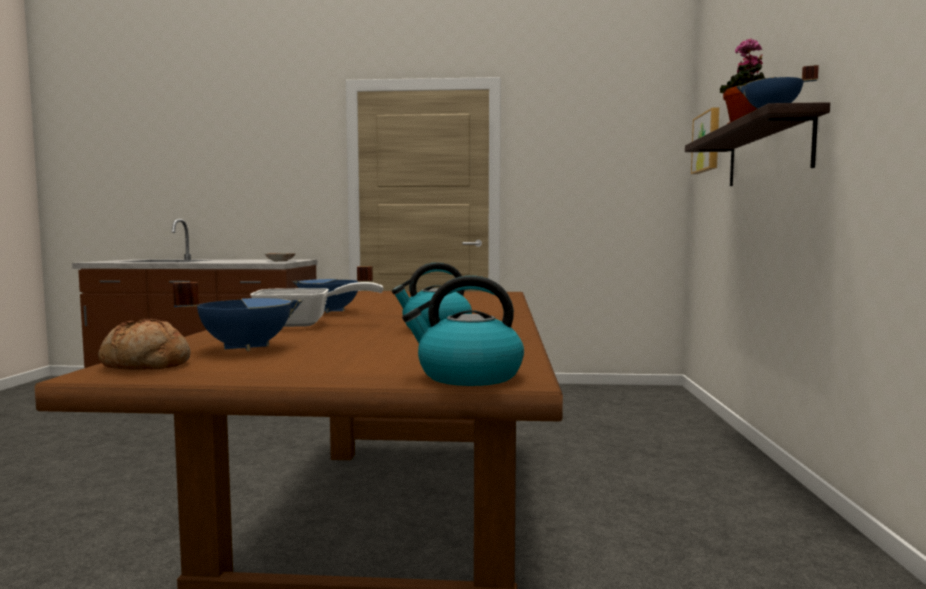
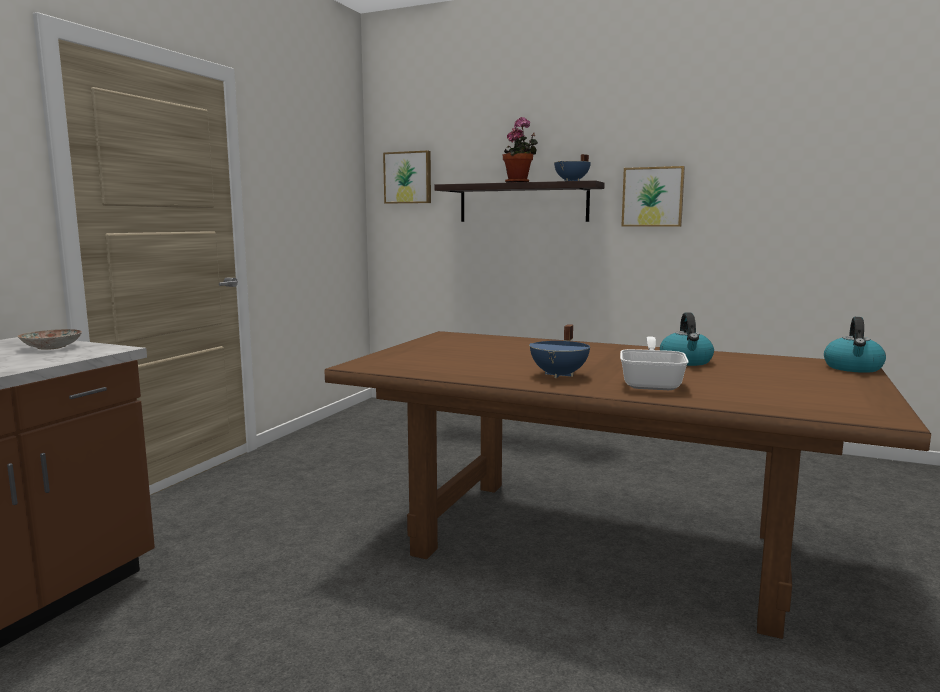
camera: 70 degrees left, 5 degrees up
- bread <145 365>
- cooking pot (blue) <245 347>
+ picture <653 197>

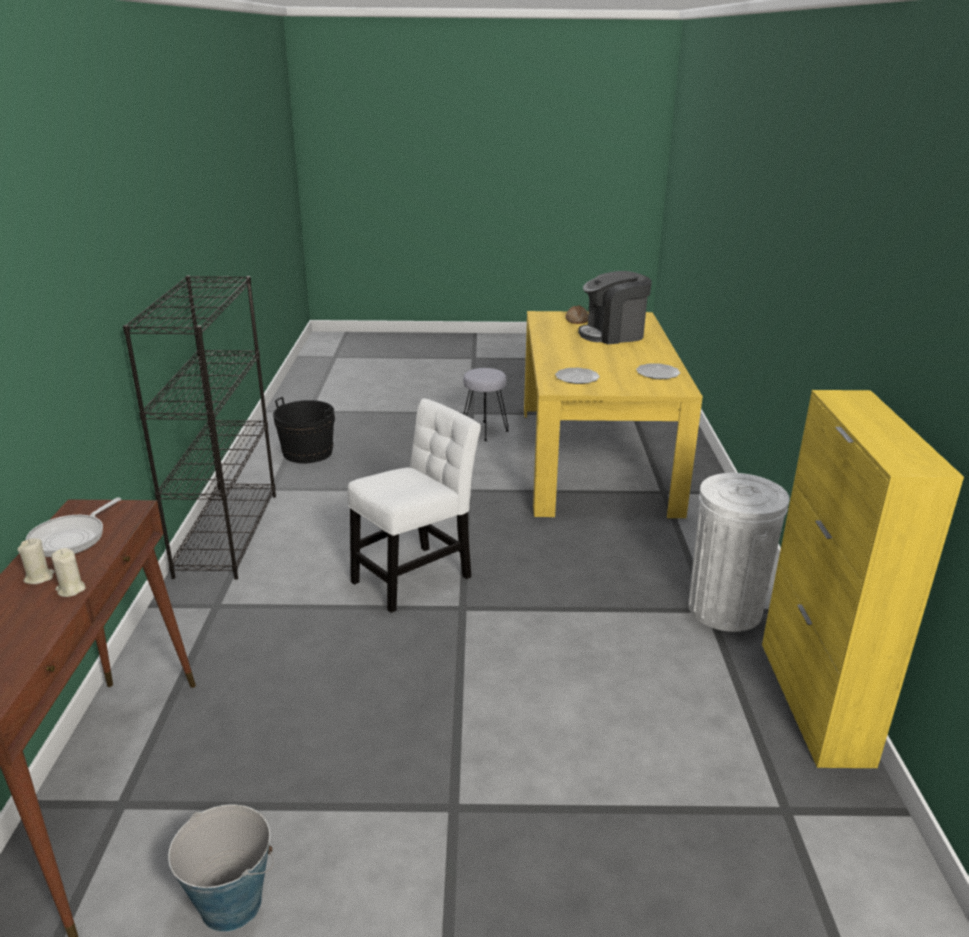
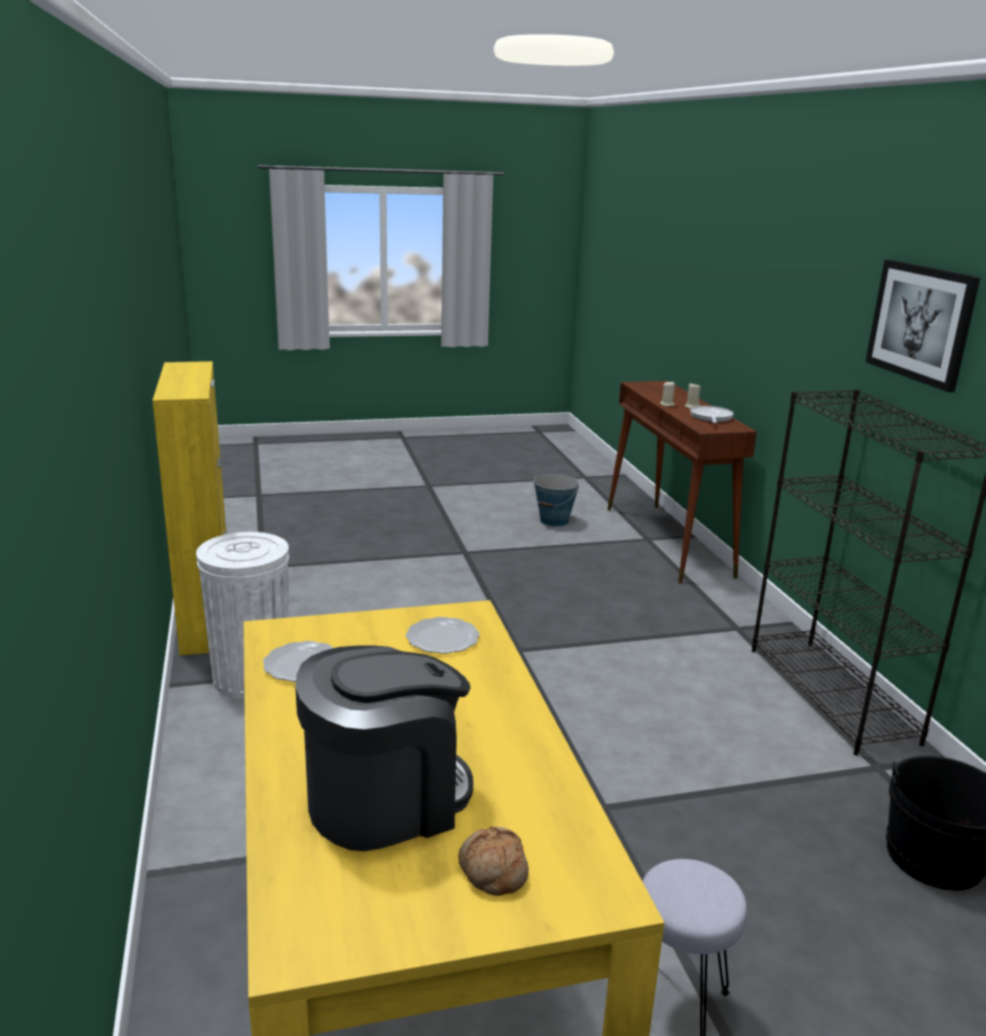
camera: 165 degrees right, 5 degrees down
- chair (white) <416 576>
+ picture <921 323>

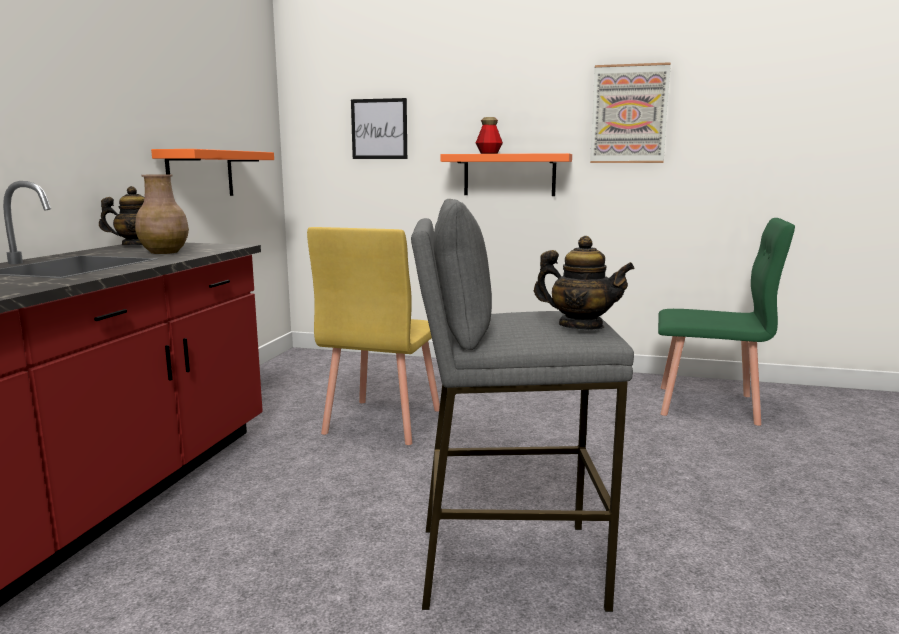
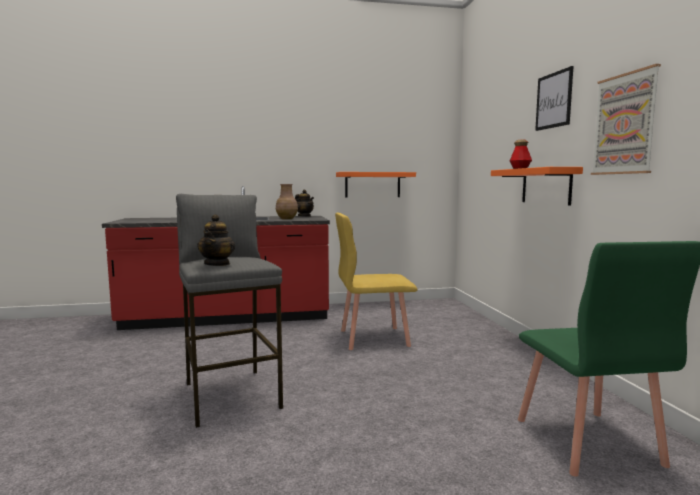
camera: 65 degrees right, 5 degrees down
~ picture <379 129> to <554 100>

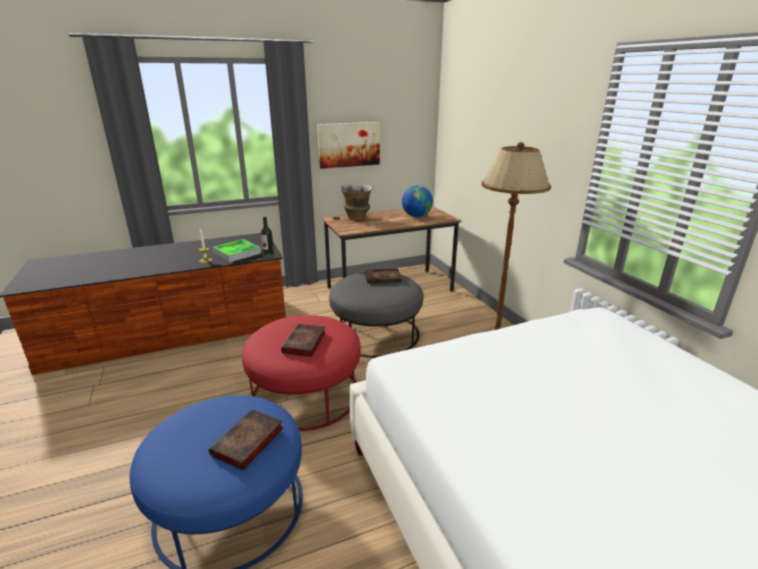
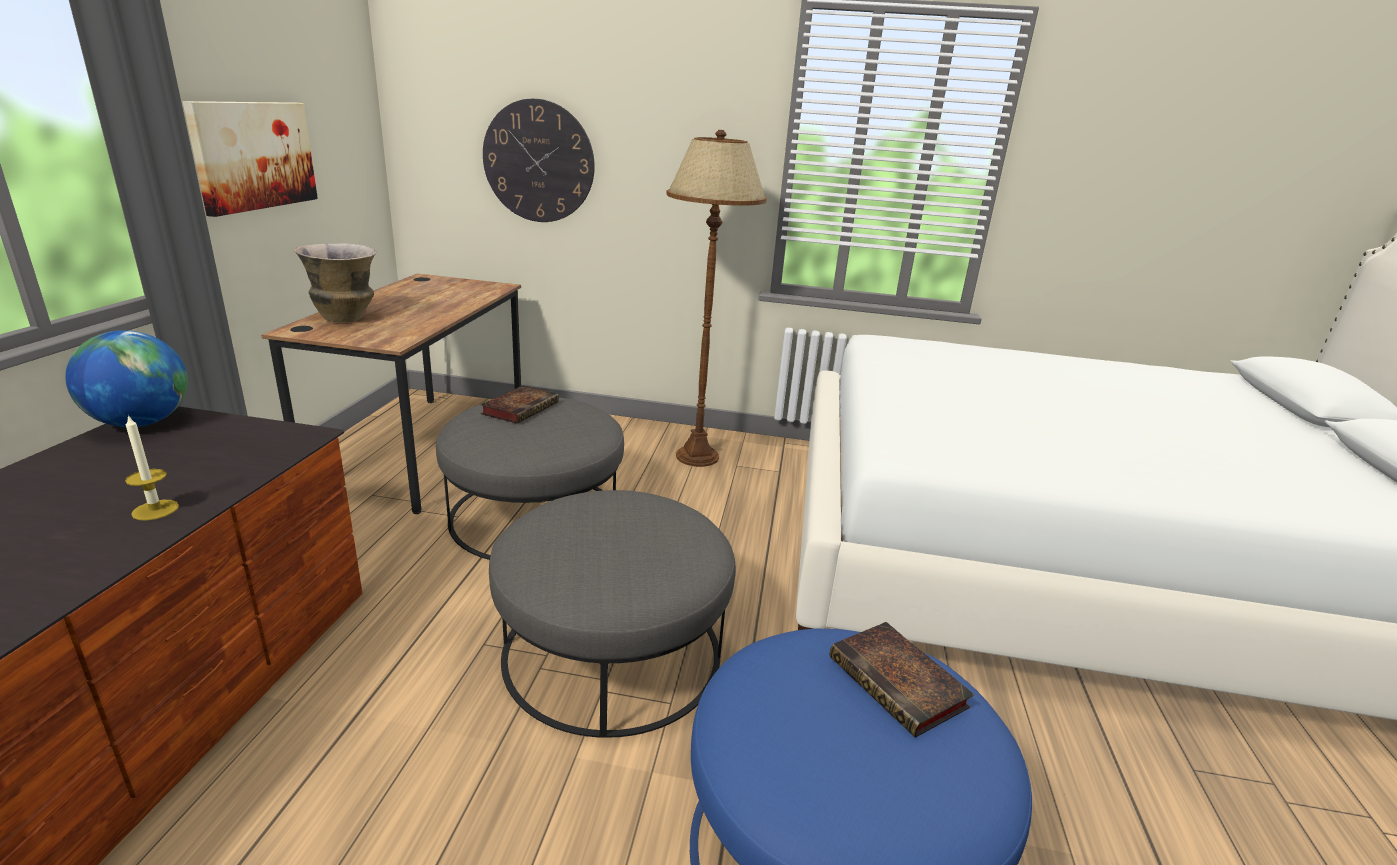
camera: 60 degrees left, 0 degrees up
- tray <237 253>
~ ottoman (red) <306 393> to ottoman (grey) <612 651>
- bottle <268 255>
- book <304 343>
~ globe <416 216> to <141 423>
+ wall clock <538 162>

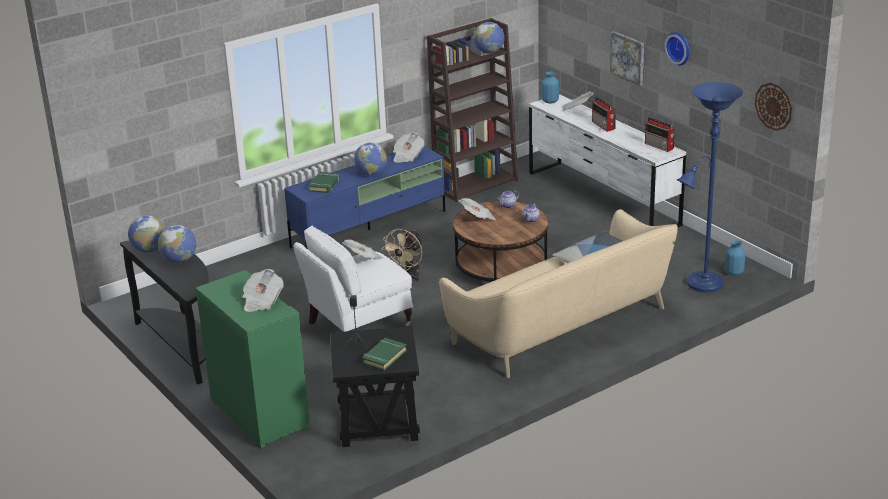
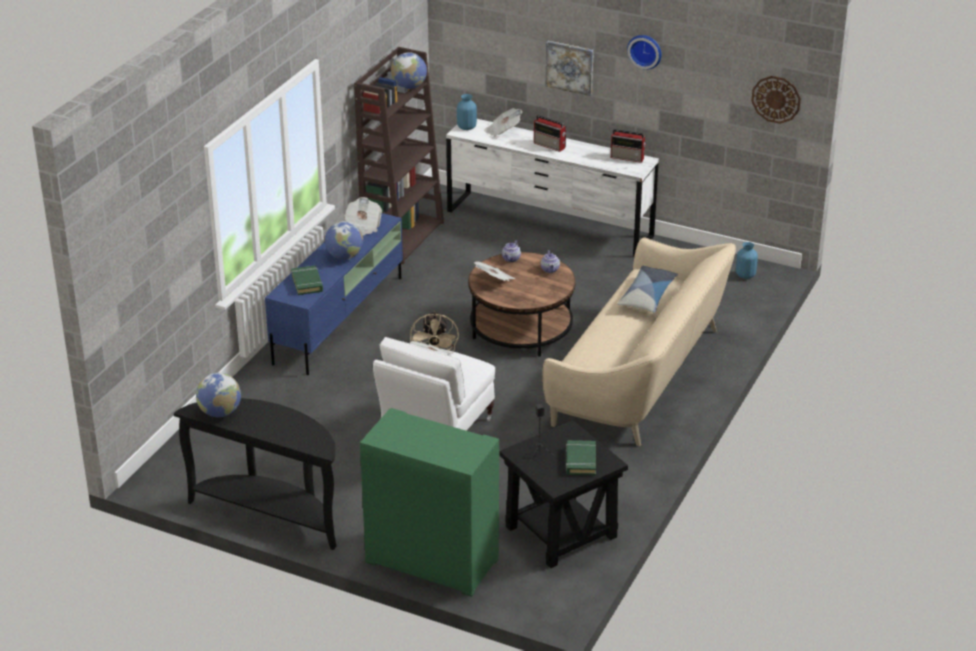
camera: 30 degrees left, 5 degrees up
- globe <179 260>
- newspaper <262 301>
- floor lamp (blue) <701 285>

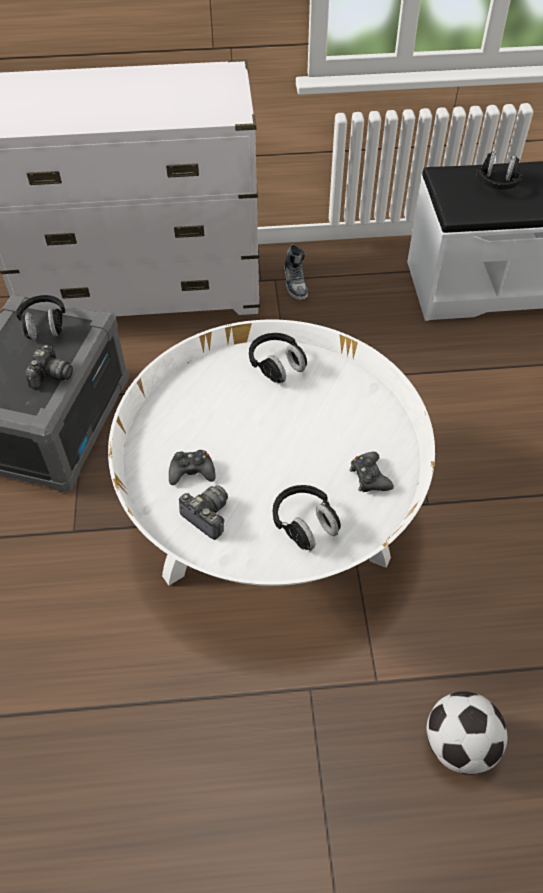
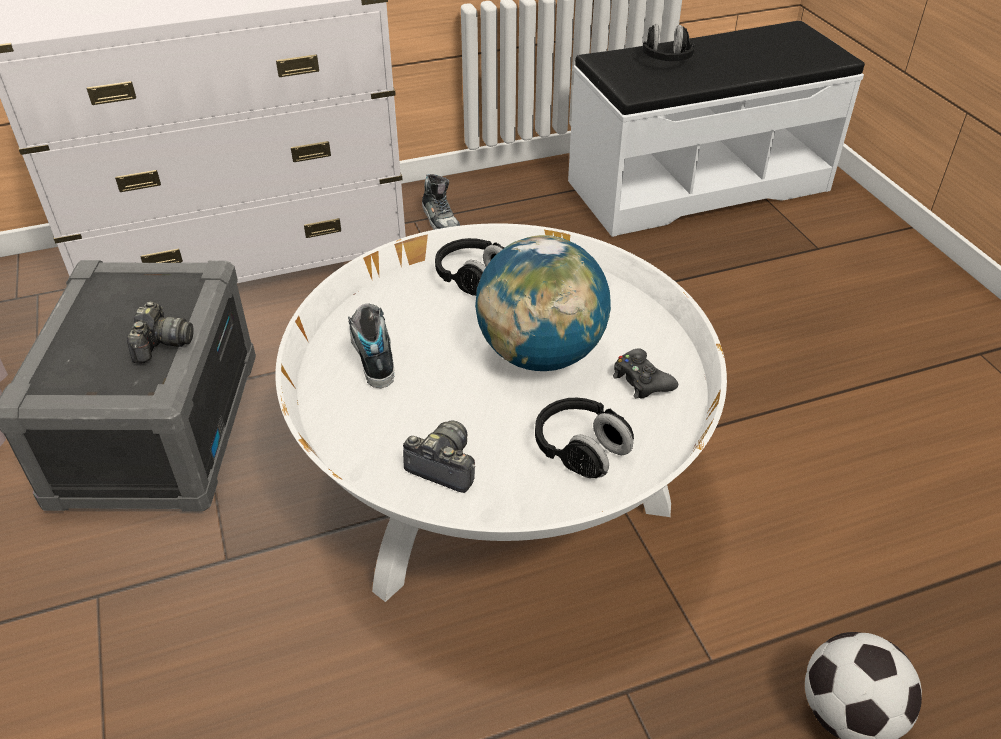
camera: 15 degrees left, 10 degrees down
- headphones (black) <44 326>
- game controller (black) <192 471>
+ shoe <372 353>
+ globe <540 355>

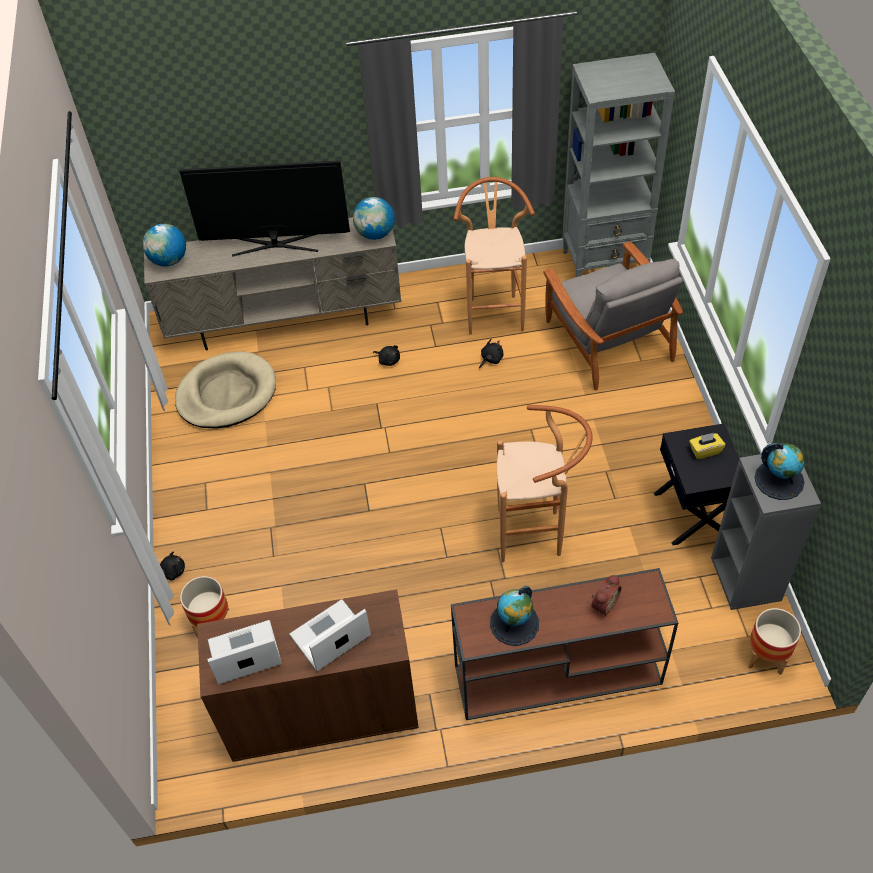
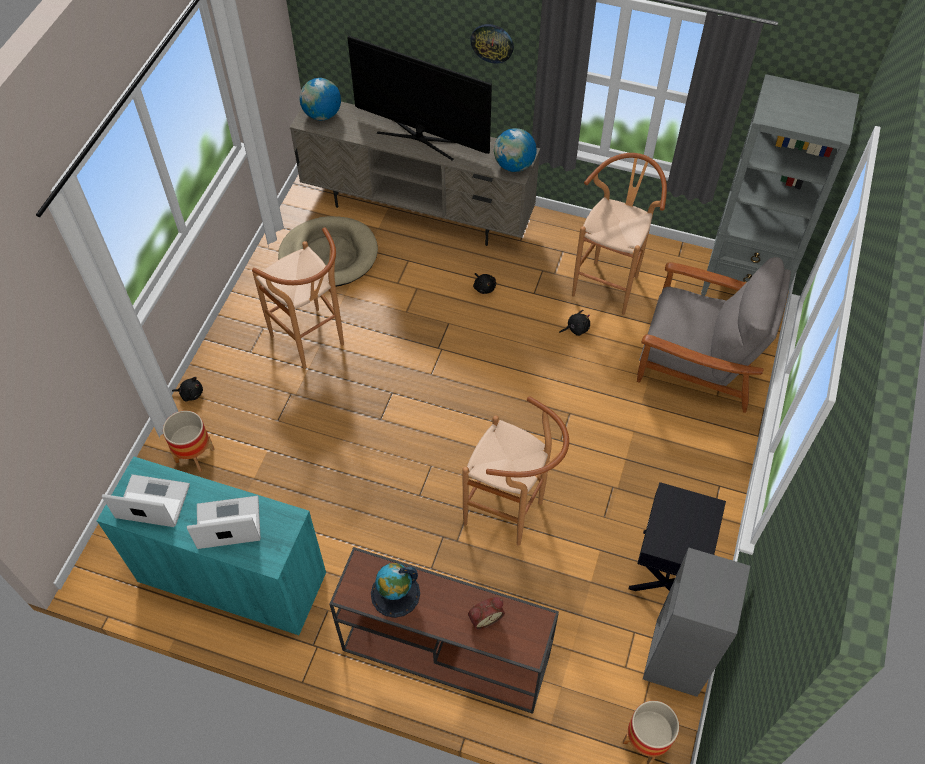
camera: 25 degrees right, 5 degrees up
~ cabinet (brown) <322 711> to cabinet (turquoise) <232 577>
~ armchair (grey) <608 339> = <698 360> 75 degrees counterclockwise
- tissue box (yellow) <705 451>
- globe <779 480>
+ stool (brown) <313 344>
+ wall clock <492 43>

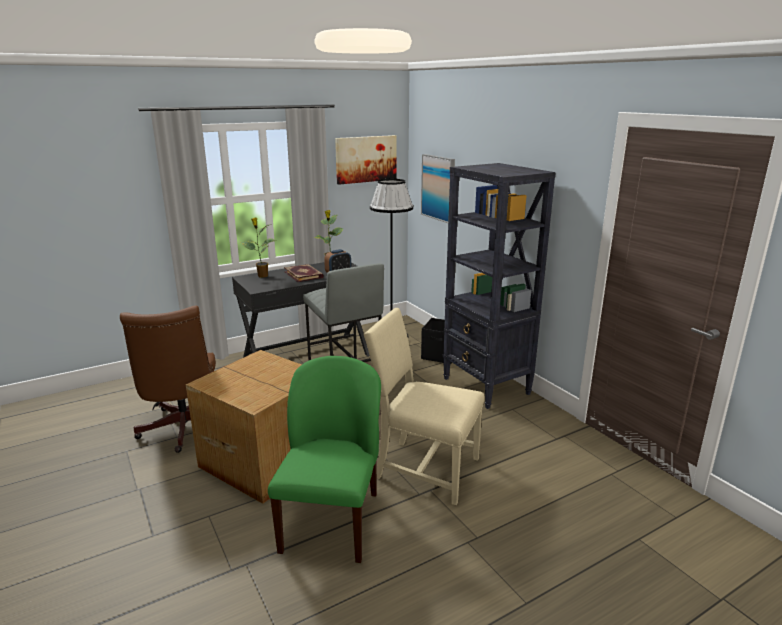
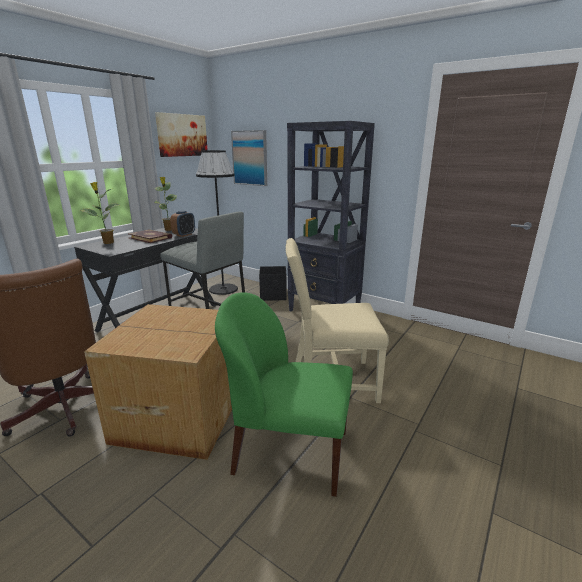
camera: 25 degrees left, 0 degrees up
~ chair (green) <332 520> = <288 452> 60 degrees counterclockwise

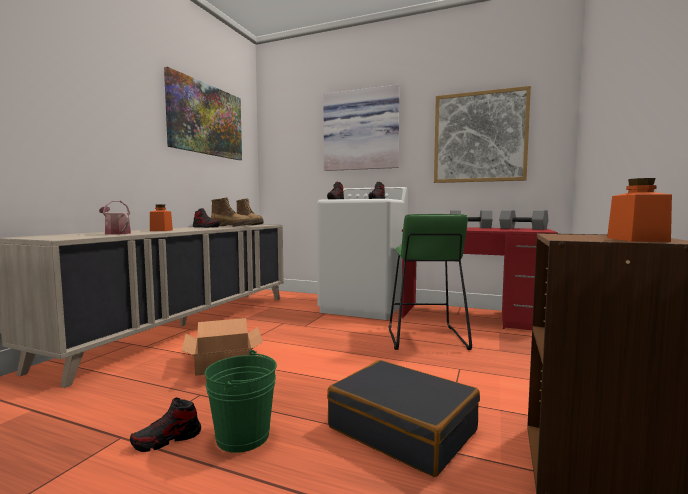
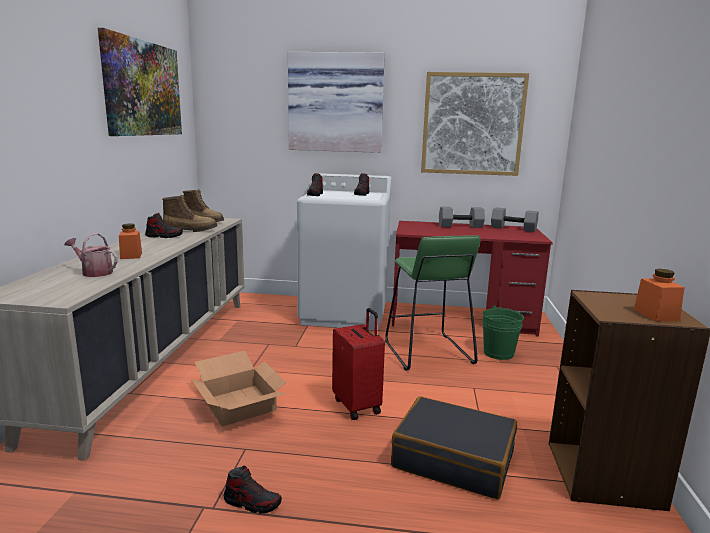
camera: 15 degrees left, 10 degrees up
~ shoe <167 440> = <252 502> 120 degrees counterclockwise
~ bucket (green) <243 436> to <498 353>
+ suitcase (red) <358 406>

